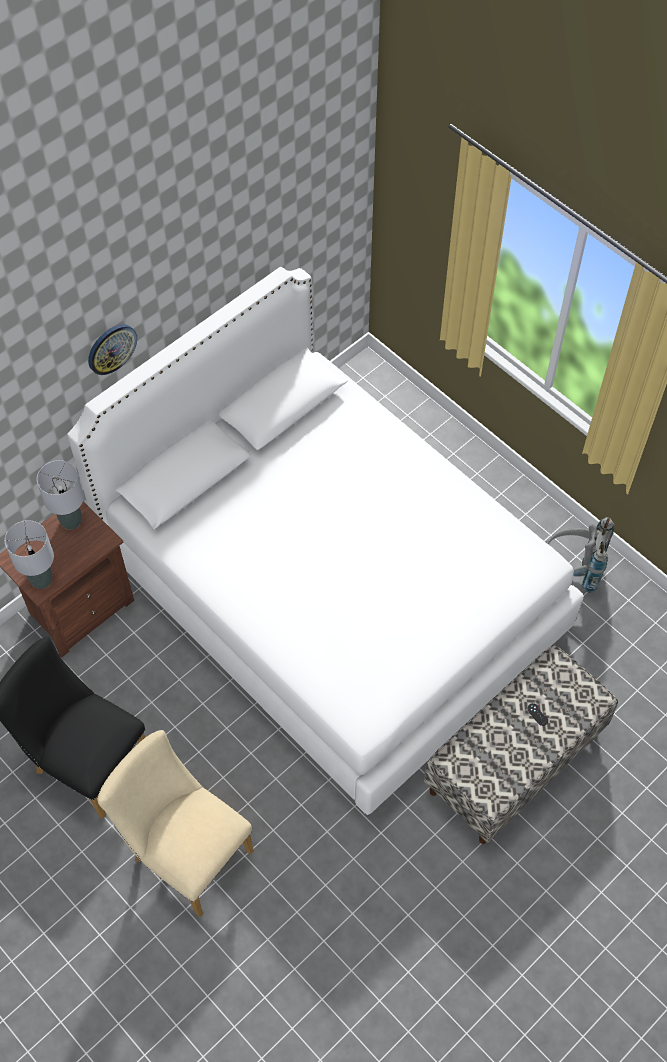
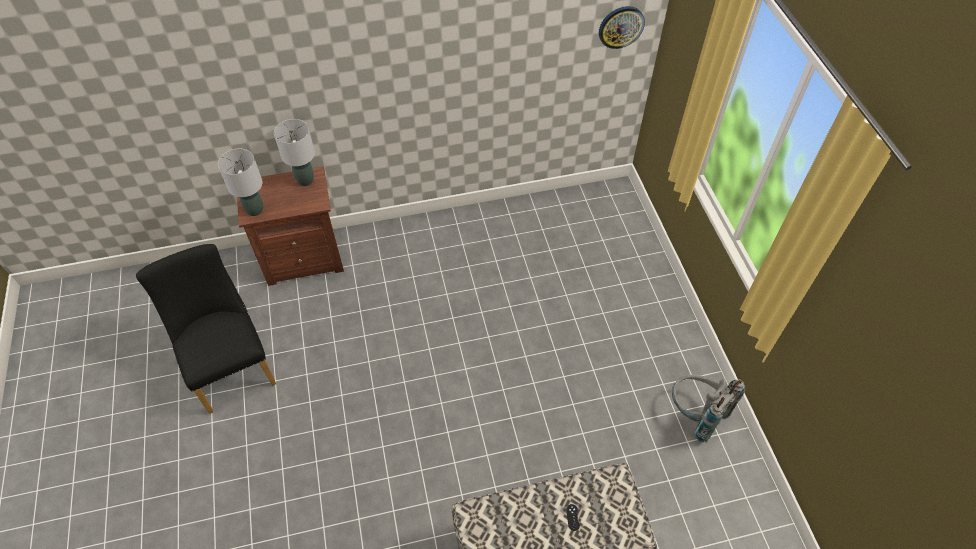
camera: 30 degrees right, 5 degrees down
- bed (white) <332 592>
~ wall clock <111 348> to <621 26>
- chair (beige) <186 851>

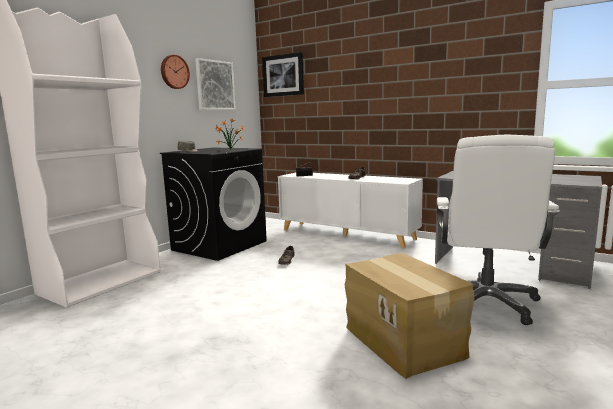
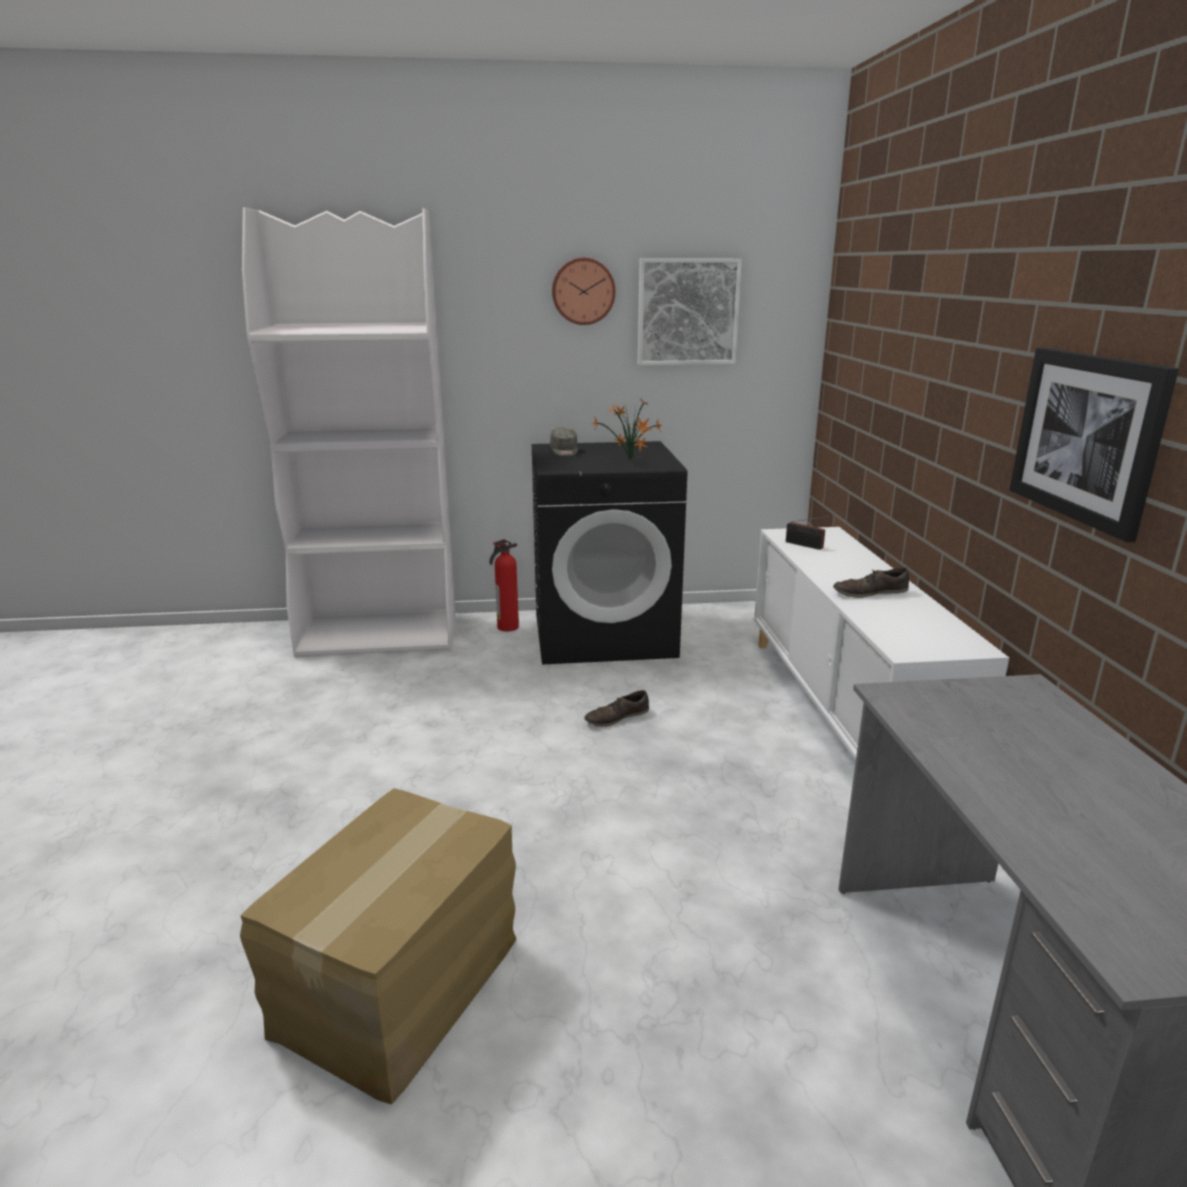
camera: 50 degrees right, 10 degrees up
~ picture <283 75> to <1087 437>
- office chair (white) <486 302>
+ fire extinguisher <506 627>

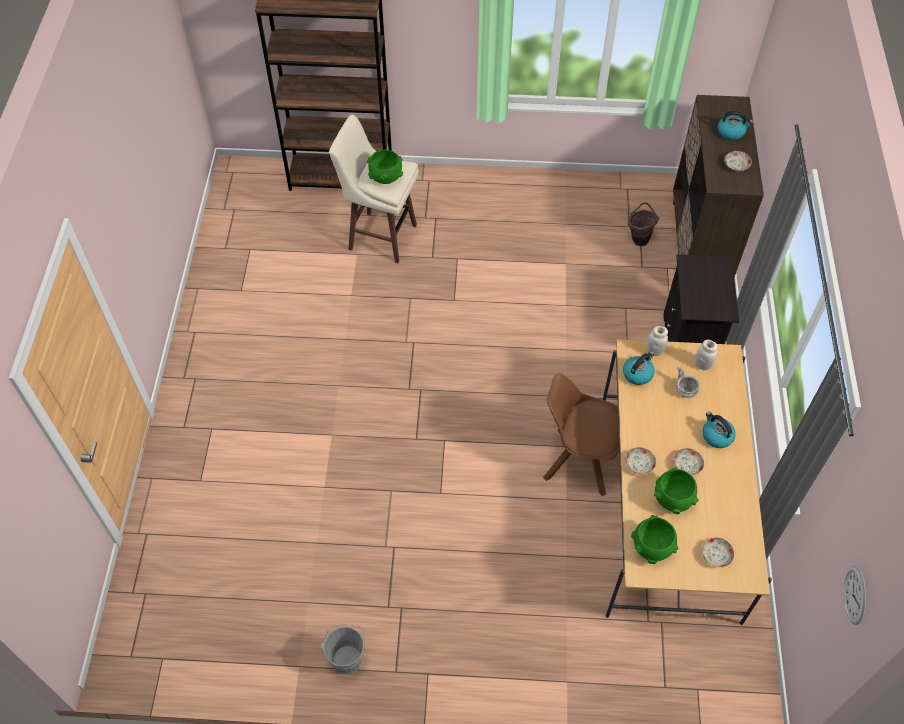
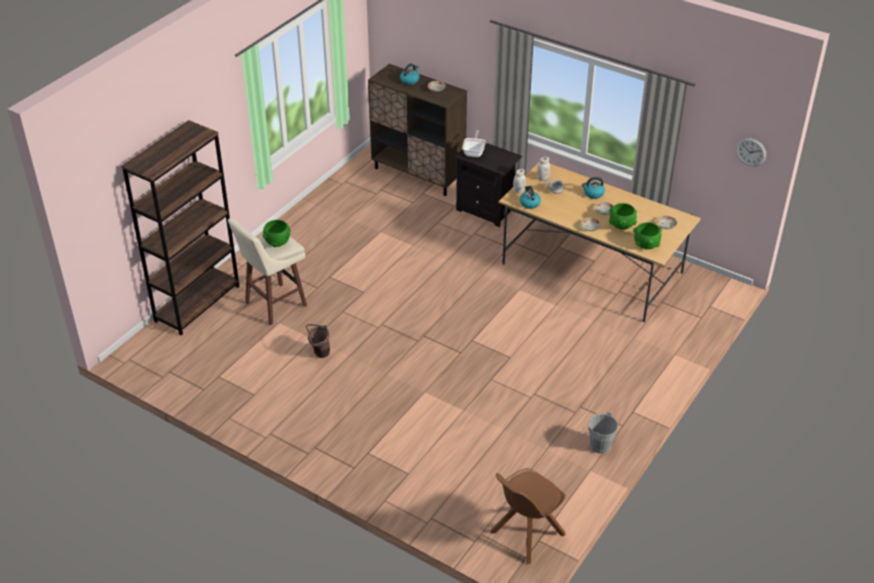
camera: 60 degrees left, 15 degrees down
~ chair (brown) <578 460> to <526 534>
~ bucket (brown) <639 238> to <319 353>
+ frying pan <474 152>

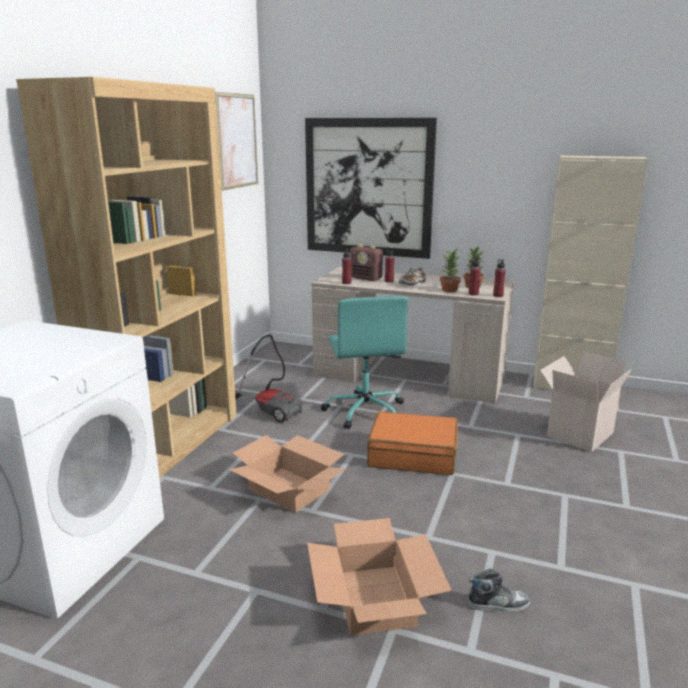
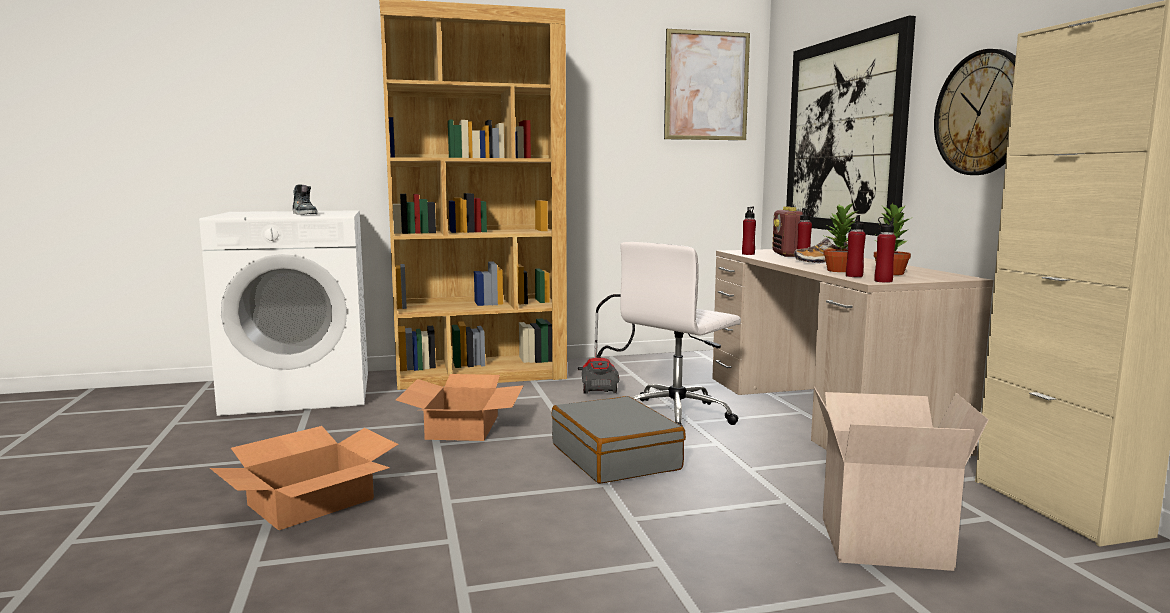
camera: 55 degrees right, 10 degrees down
~ office chair (turquoise) <365 411> to office chair (white) <678 415>
~ suitcase (orange) <413 455> to suitcase (grey) <616 457>
~ shoe <498 604> to <304 214>
+ wall clock <982 113>

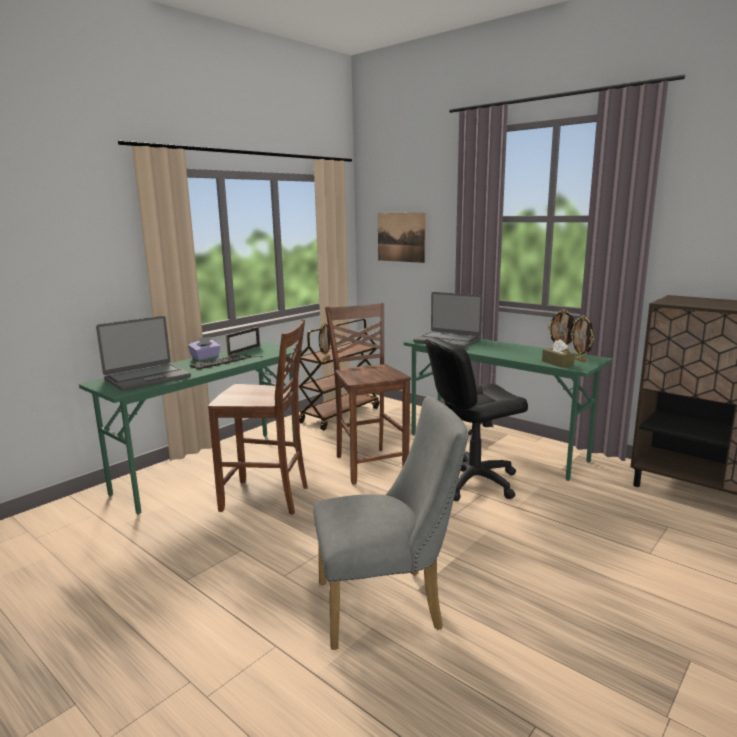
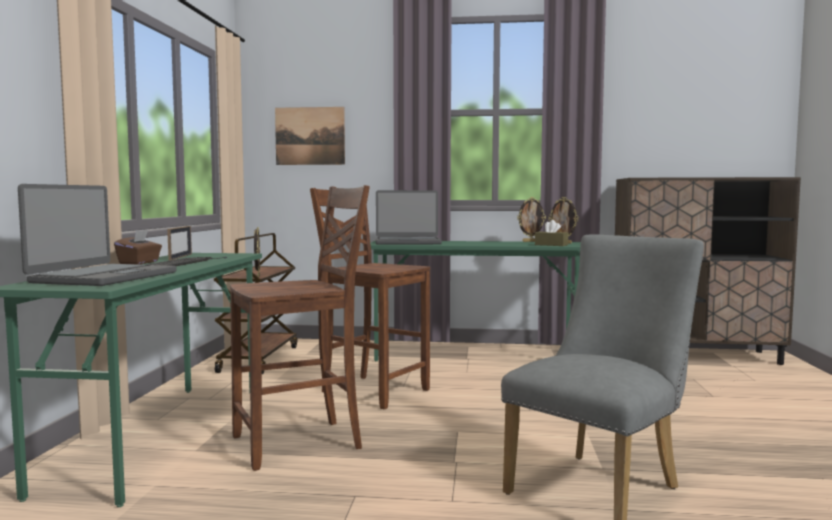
camera: 35 degrees left, 10 degrees down
~ tissue box (purple) <205 357> to tissue box (brown) <139 263>
- office chair (black) <473 481>

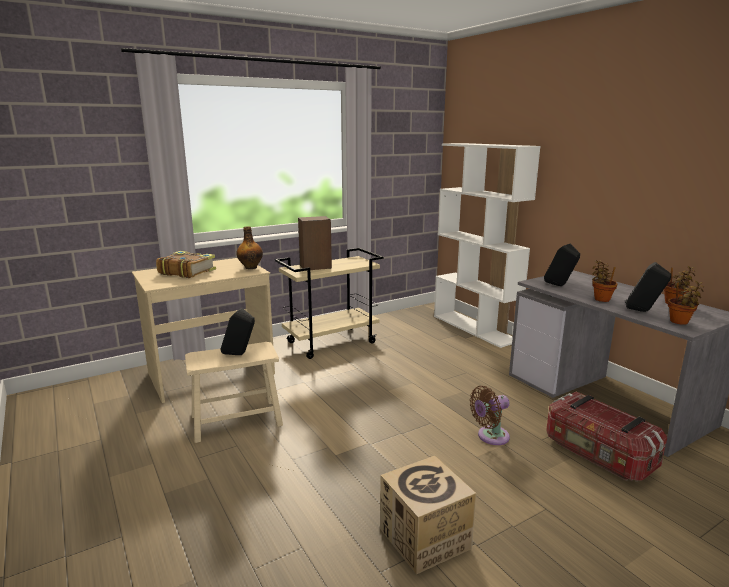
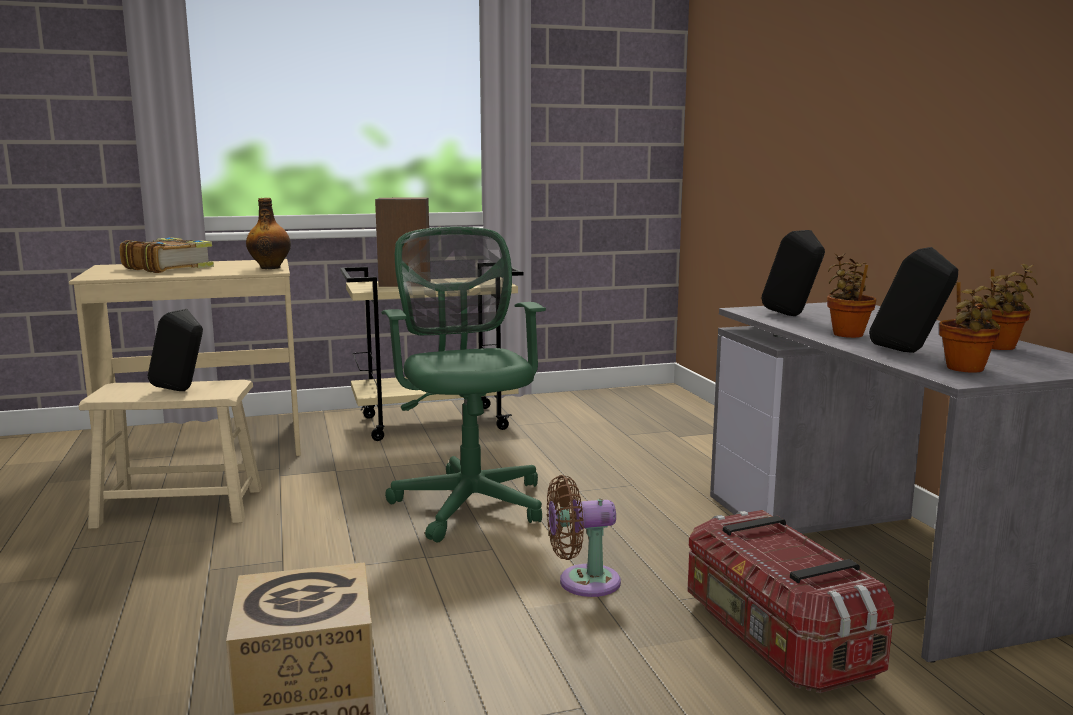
camera: 15 degrees right, 5 degrees down
- bookcase (white) <475 328>
+ office chair (green) <469 501>

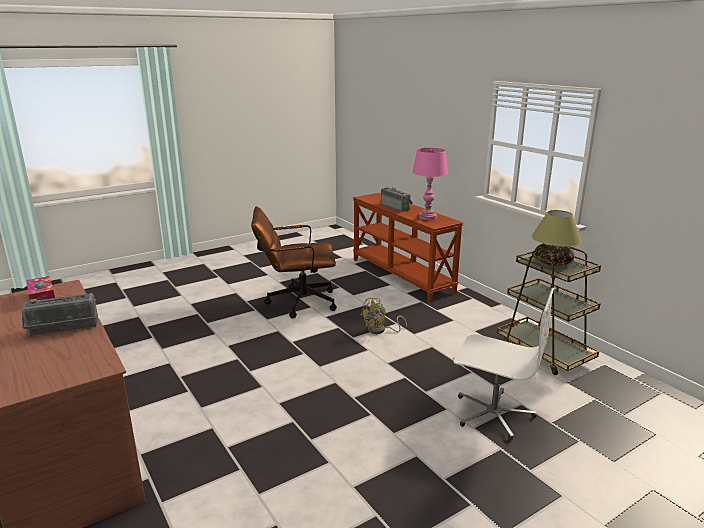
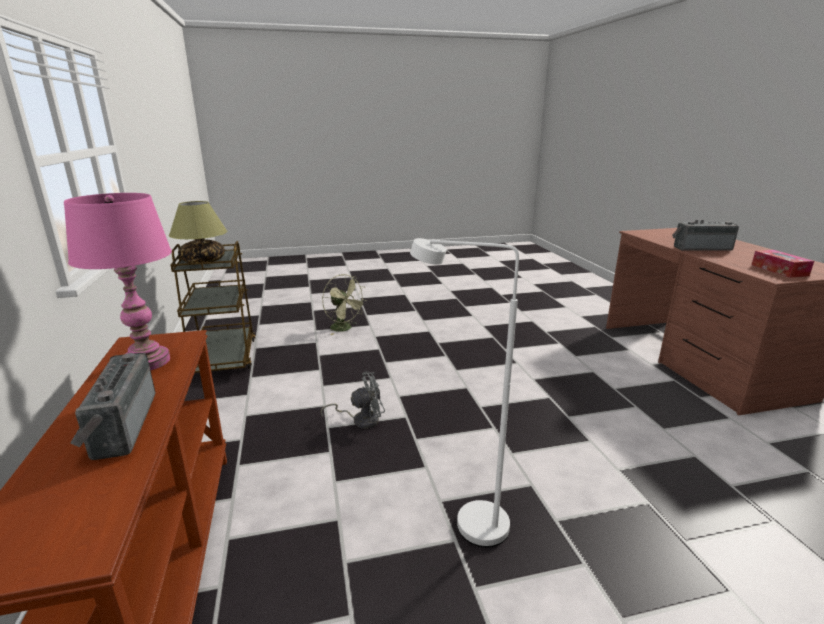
camera: 160 degrees left, 0 degrees up
~ office chair (brown) <296 302> to floor lamp (white) <467 525>
~ fan (yellow) <380 330> to fan (grey) <361 420>
~ office chair (white) <493 413> to fan (green) <345 329>

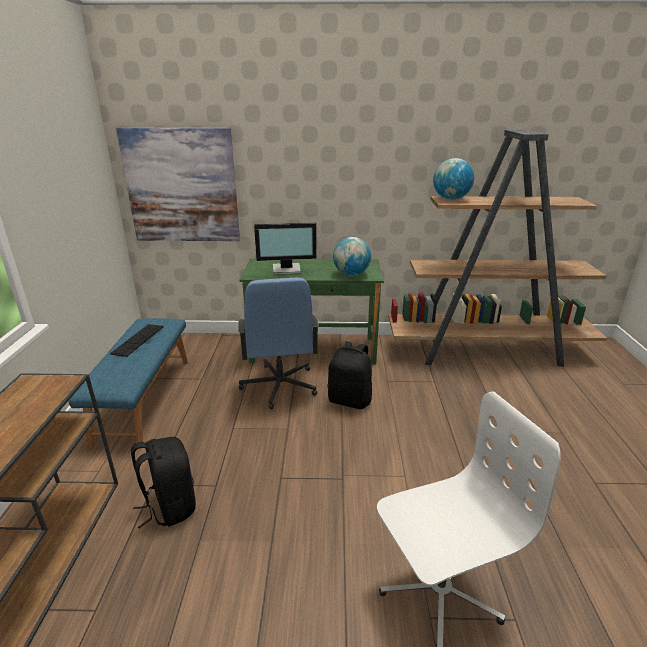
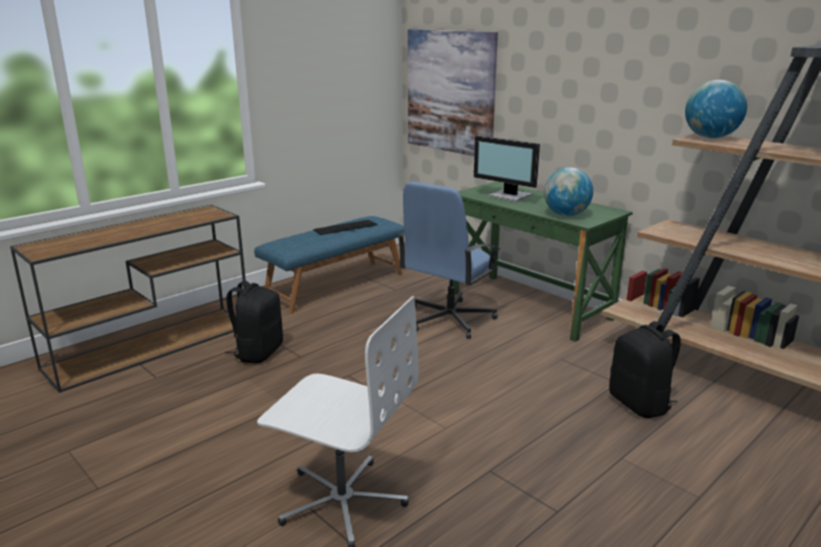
camera: 45 degrees right, 5 degrees down
~ backpack (black) <350 400> to <640 404>

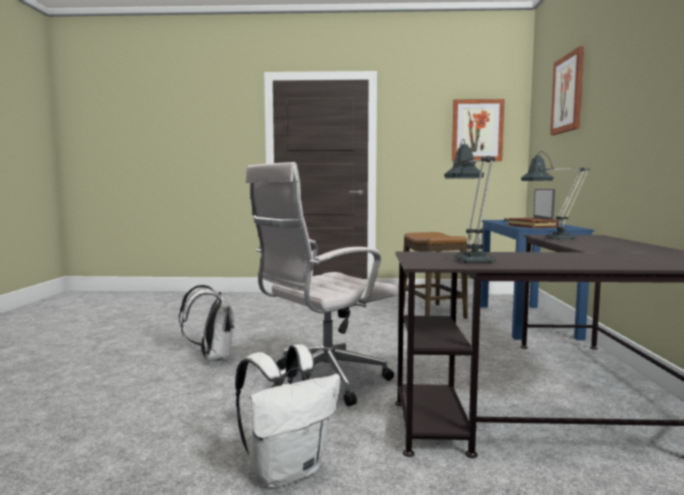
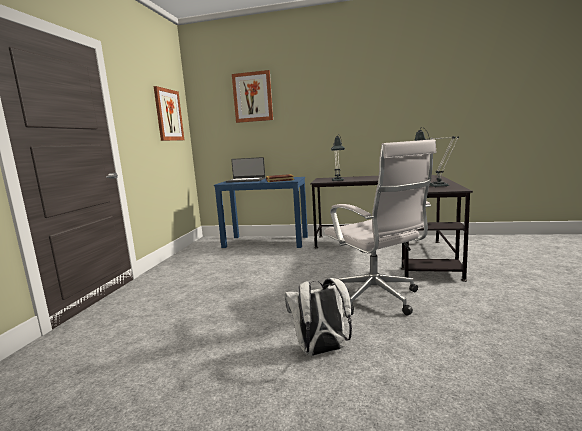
camera: 80 degrees left, 5 degrees up
- backpack (white) <287 471>
- stool <432 313>

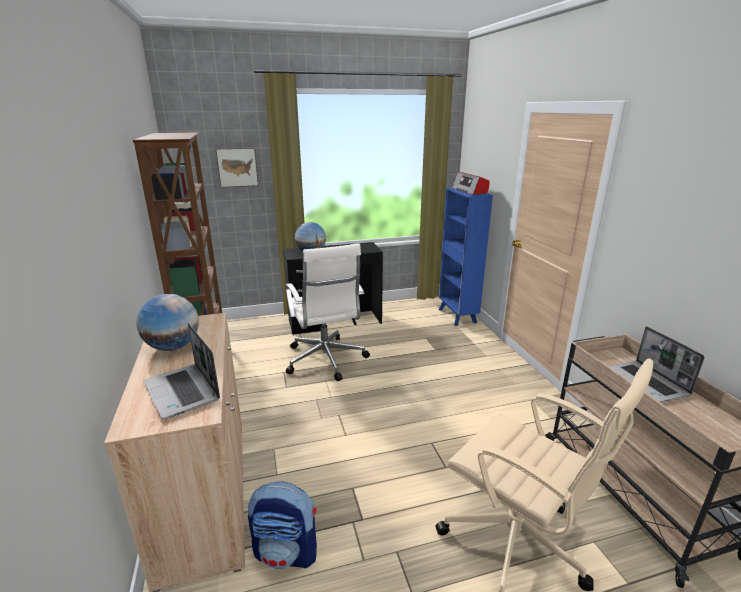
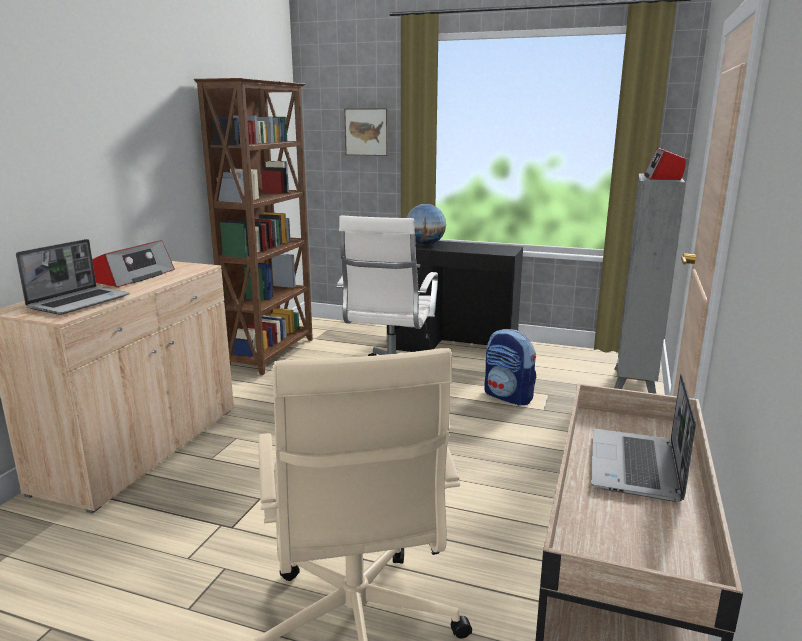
camera: 35 degrees right, 5 degrees down
~ globe <173 347> to radio <134 277>
~ laptop <183 392> = <80 302> 150 degrees counterclockwise
~ backpack <287 552> to <509 396>
~ bookcase (blue) <457 316> to bookcase (grey) <634 383>

